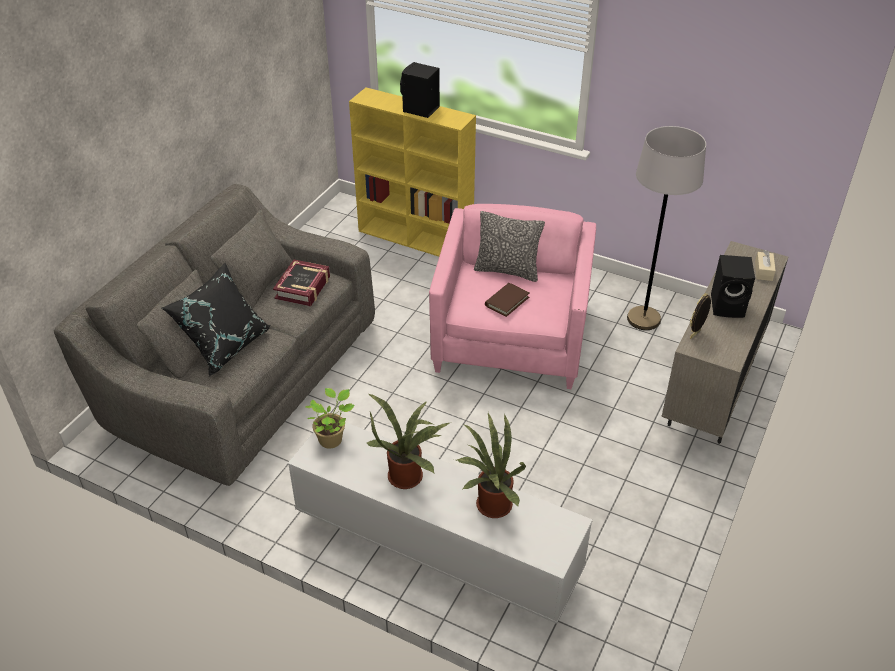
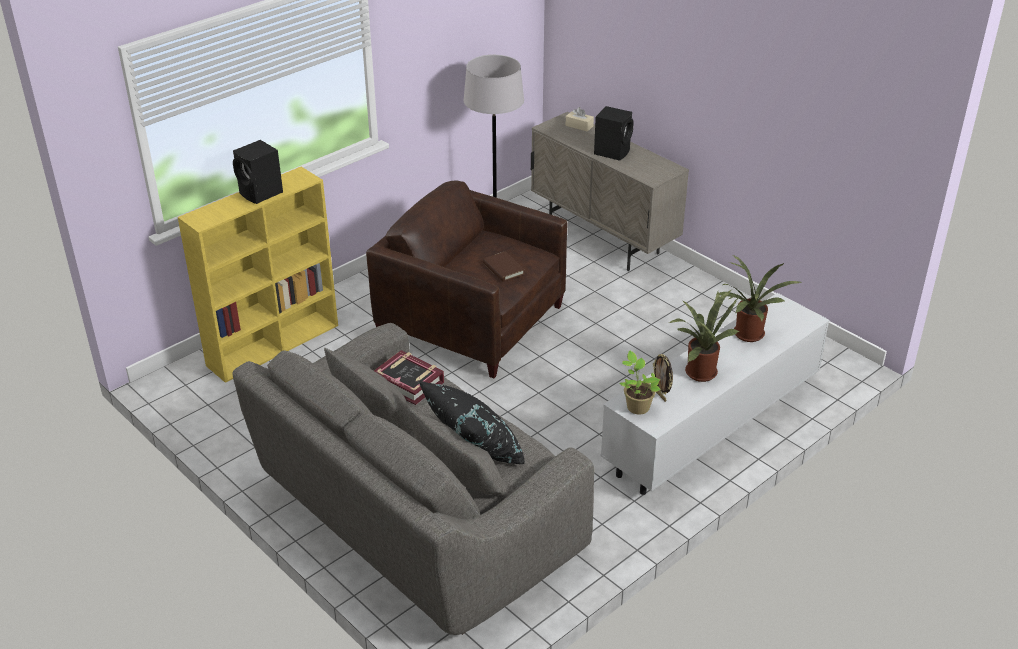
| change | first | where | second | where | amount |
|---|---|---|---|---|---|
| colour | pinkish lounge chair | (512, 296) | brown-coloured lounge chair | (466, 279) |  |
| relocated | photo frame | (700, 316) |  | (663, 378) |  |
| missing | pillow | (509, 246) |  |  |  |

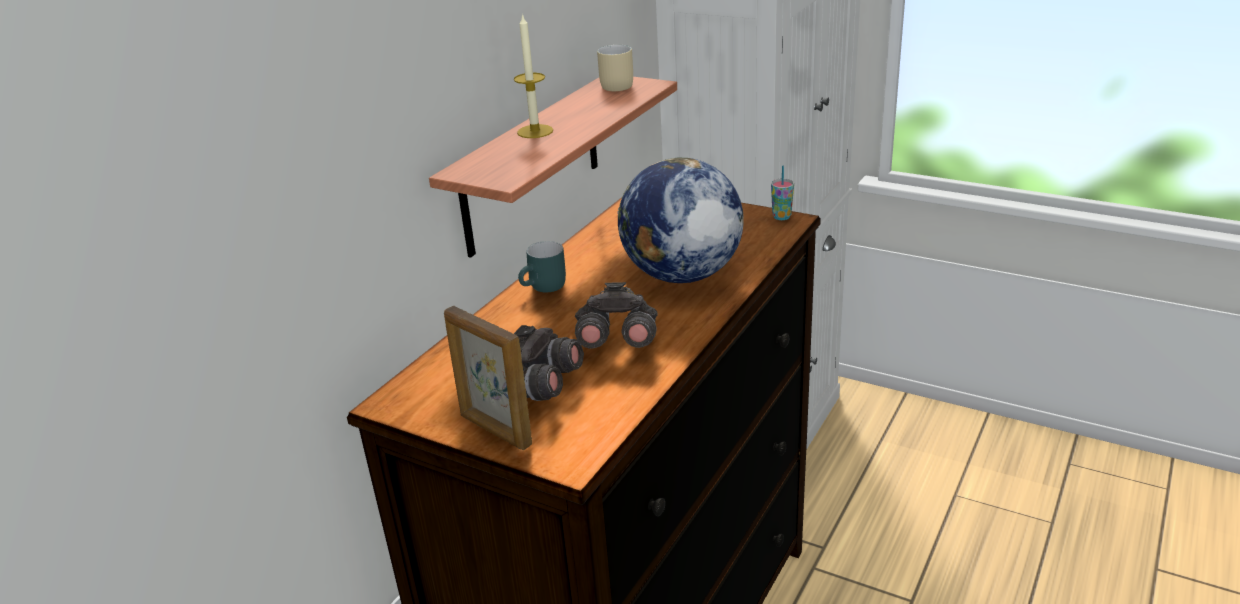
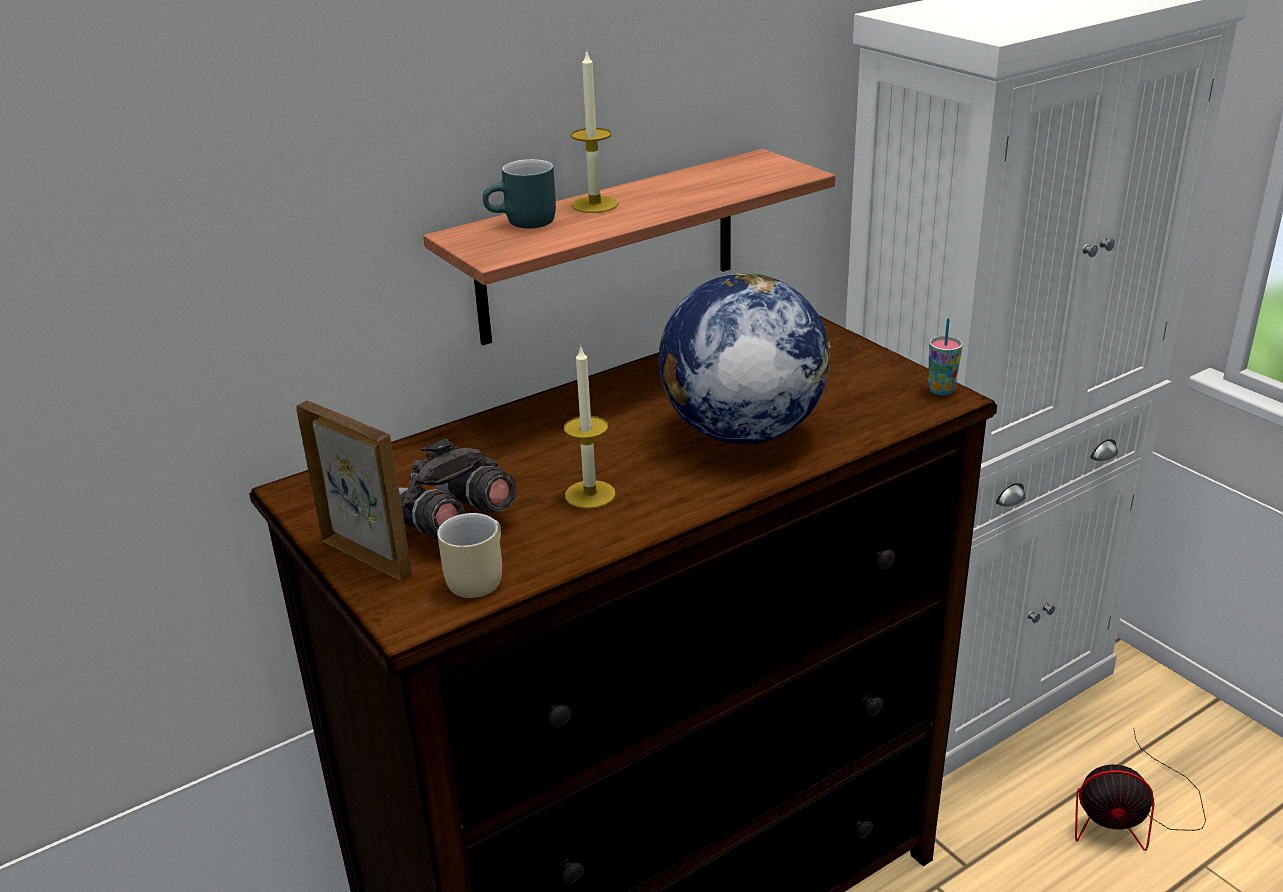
| change | first | where | second | where | amount |
|---|---|---|---|---|---|
| spun | photo frame | (488, 378) |  | (354, 490) | 150 degrees clockwise |
| relocated | beige-coloured coffee mug | (615, 68) |  | (469, 555) |  |
| relocated | turquoise-coloured coffee mug | (542, 266) |  | (519, 193) |  |
| exchanged | greyish binoculars | (616, 315) | wax candle | (590, 427) |  |
| appeared |  |  | cooling fan | (1140, 789) |  |

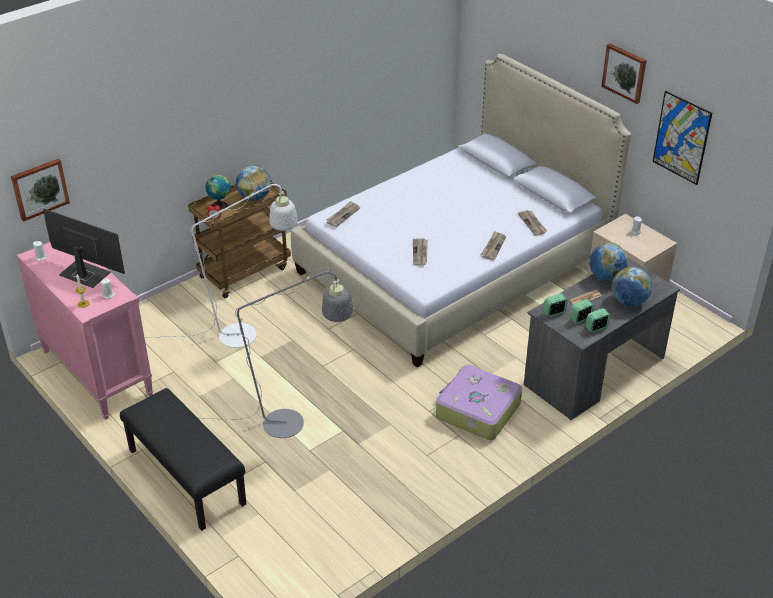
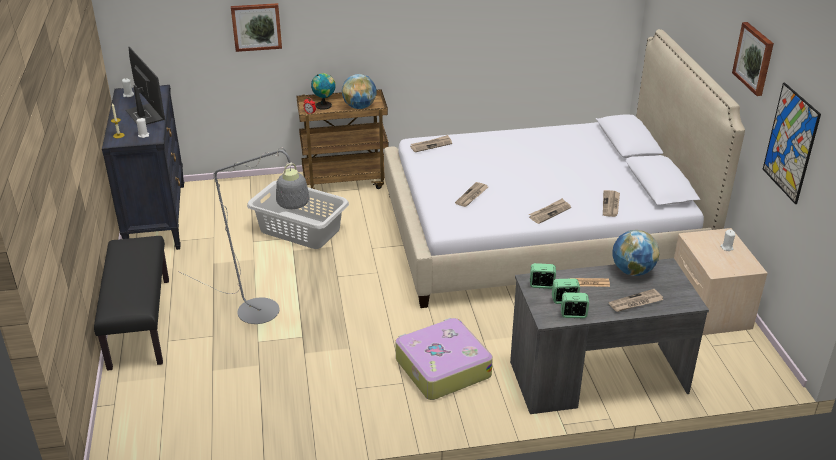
| change | first | where | second | where | amount |
|---|---|---|---|---|---|
| colour | pinkish drawer chest | (85, 331) | blackish drawer chest | (143, 167) |  |
| relocated | picture | (40, 190) |  | (256, 27) |  |
| exchanged | whitish standing lamp | (221, 265) | greyish hamper | (298, 214) |  |
| exchanged | desk globe | (632, 287) | printed paper | (636, 300) |  |

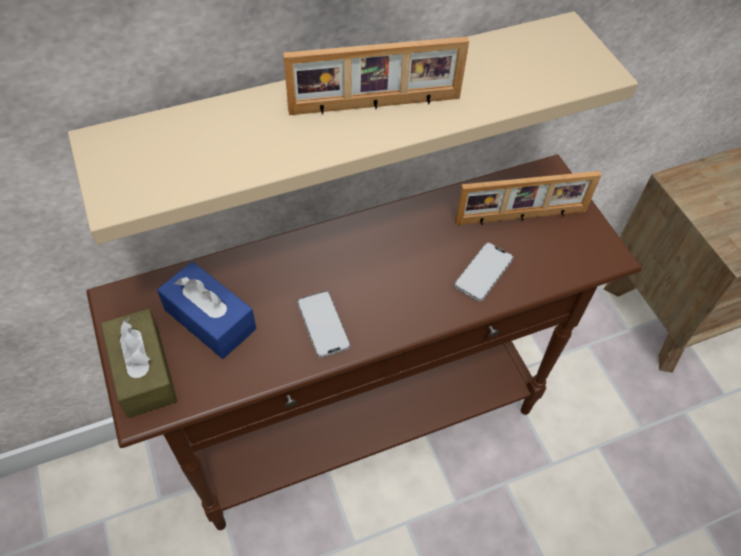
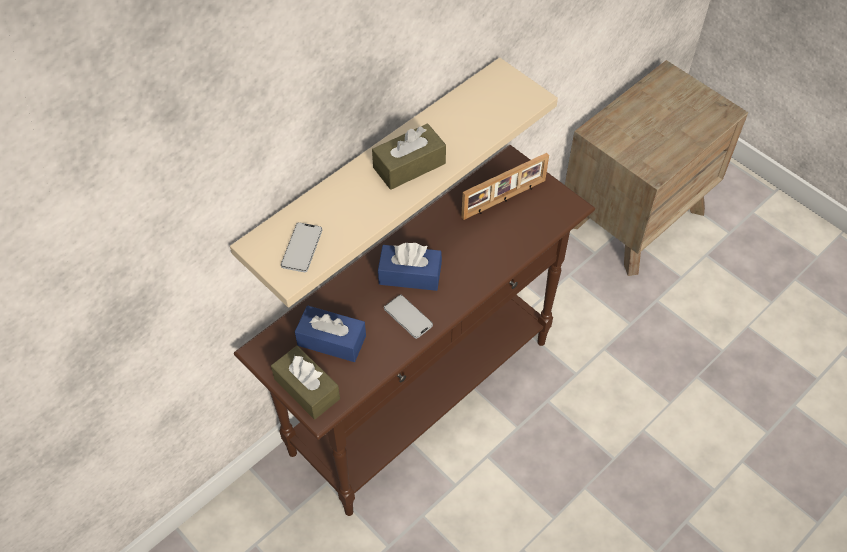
| change | first | where | second | where | amount |
|---|---|---|---|---|---|
| relocated | telephone | (483, 272) |  | (301, 247) |  |
| exchanged | photo frame | (376, 76) | brown-coloured tissue holder | (409, 156) |  |
| appeared |  |  | bluish tissue holder | (410, 267) |  |

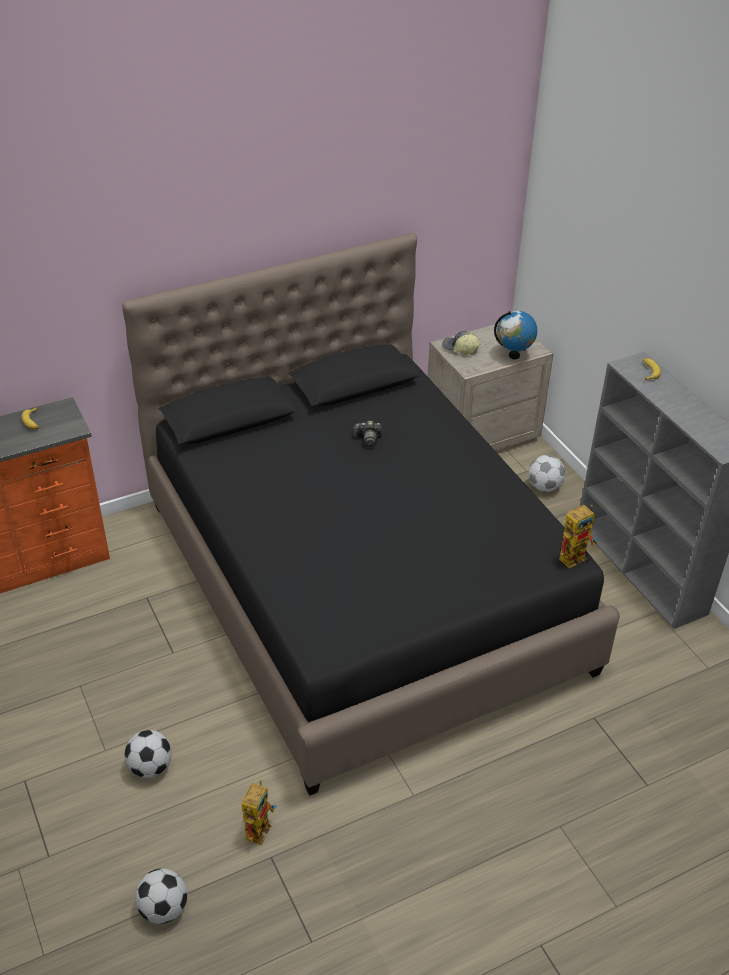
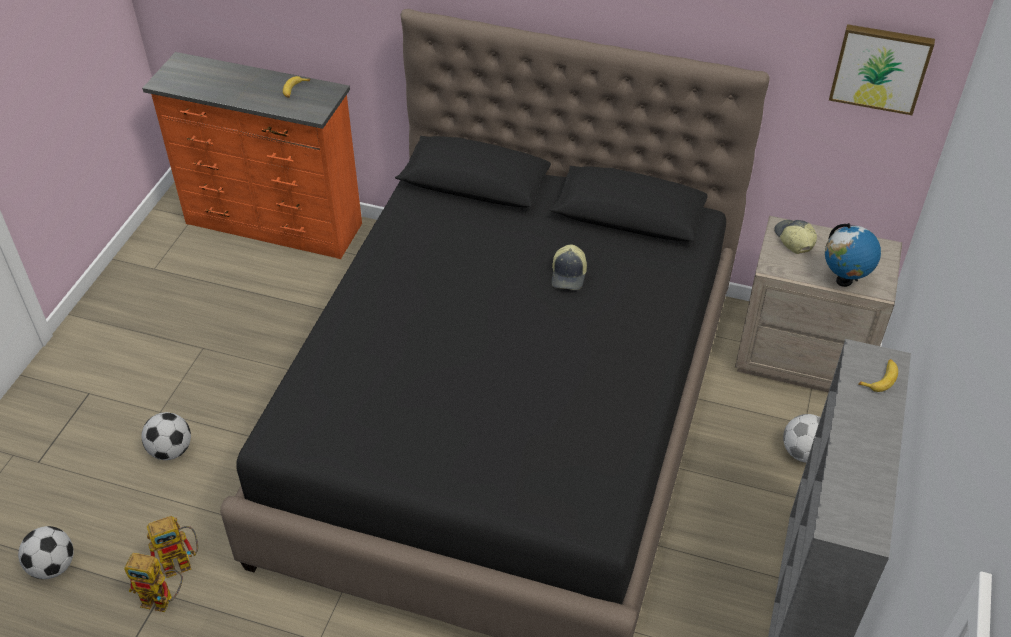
| change | first | where | second | where | amount |
|---|---|---|---|---|---|
| relocated | model robot | (578, 536) |  | (153, 582) |  |
| exchanged | photo camera | (367, 434) | baseball cap | (569, 267) |  |
| appeared |  |  | picture | (882, 69) |  |

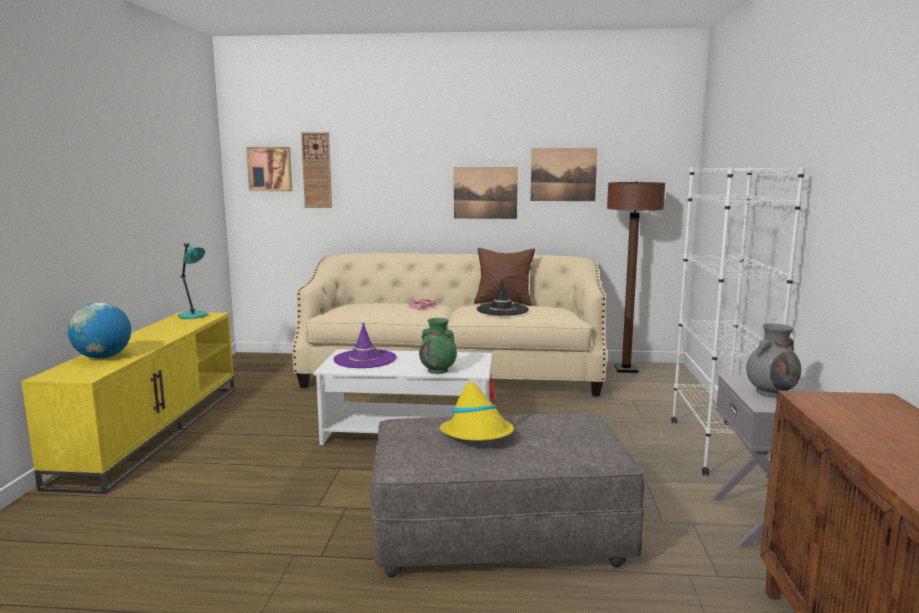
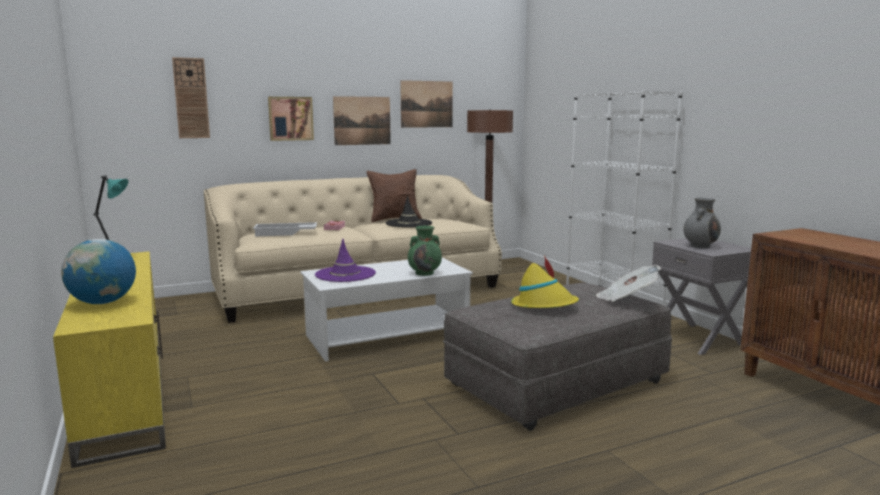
| change | first | where | second | where | amount |
|---|---|---|---|---|---|
| appeared |  |  | whitish tray | (285, 229) |  |
| relocated | picture | (269, 169) |  | (291, 119) |  |
| appeared |  |  | printed paper | (628, 283) |  |

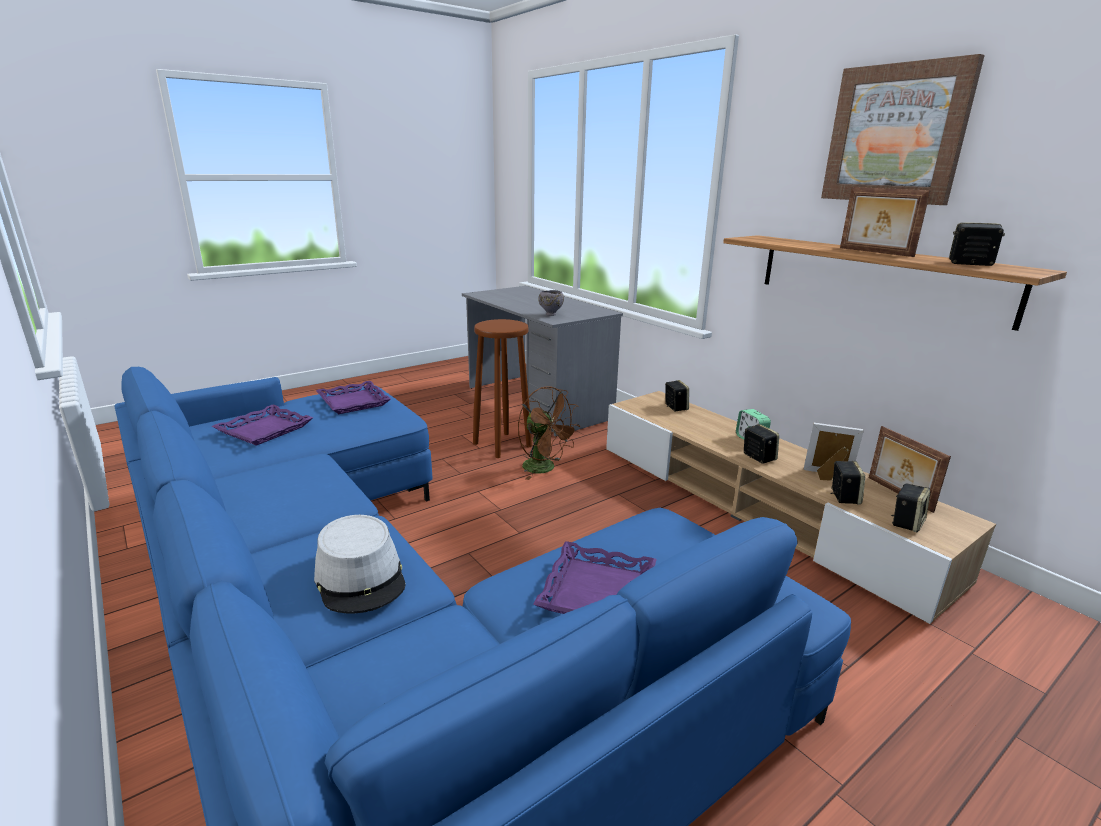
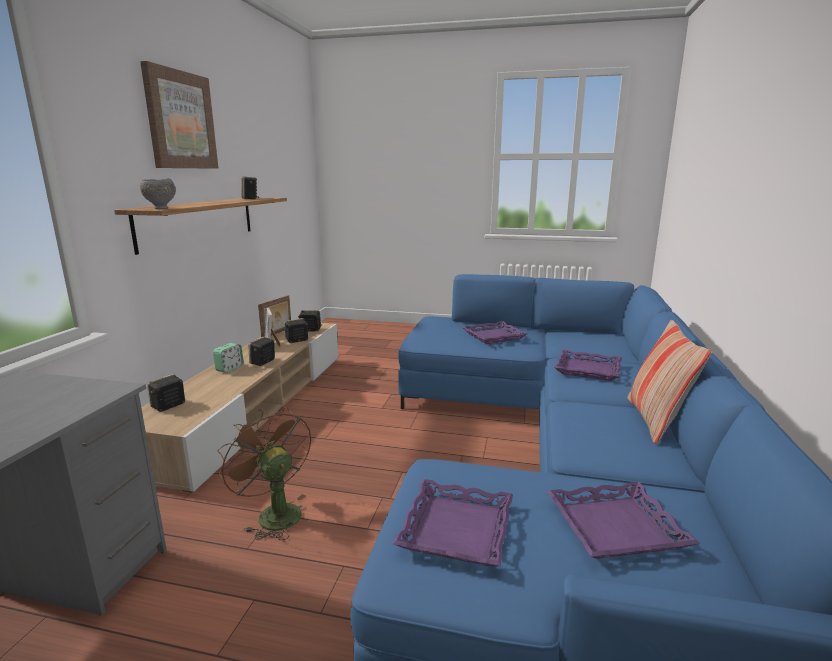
| change | first | where | second | where | amount |
|---|---|---|---|---|---|
| relocated | greyish bowl | (551, 303) |  | (158, 193) |  |
| spun | brown-coloured cooling fan | (549, 433) |  | (264, 474) | 45 degrees counterclockwise |
| exchanged | greyish clothing hat | (360, 564) | purplish tray | (588, 365) |  |
| appeared |  |  | pillow | (669, 382) |  |
| missing | brown-coloured stool seat | (502, 388) |  |  |  |
| missing | photo frame | (885, 222) |  |  |  |

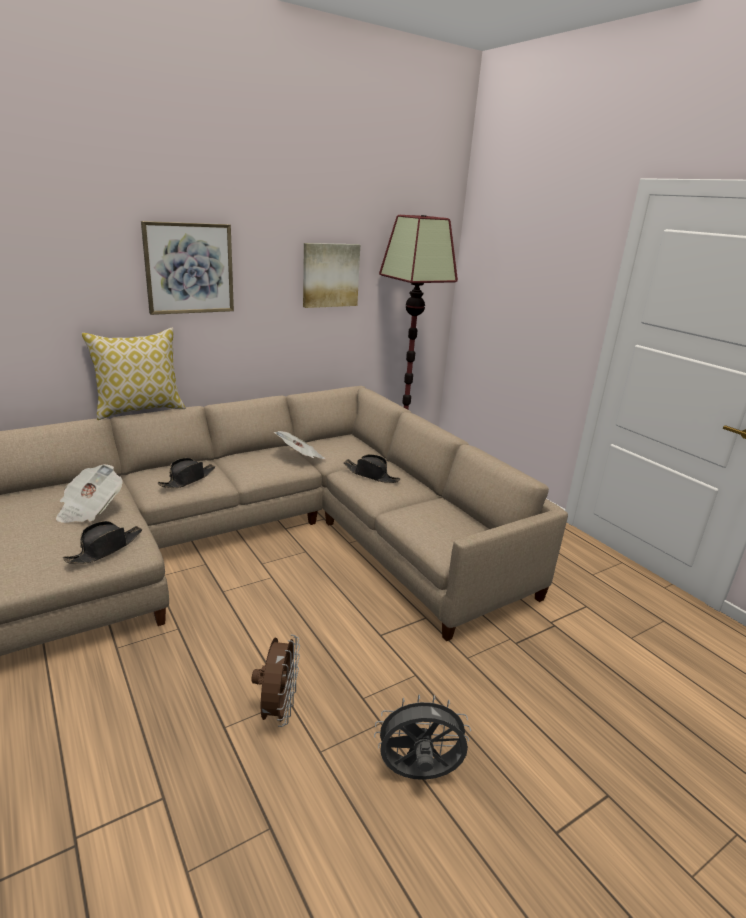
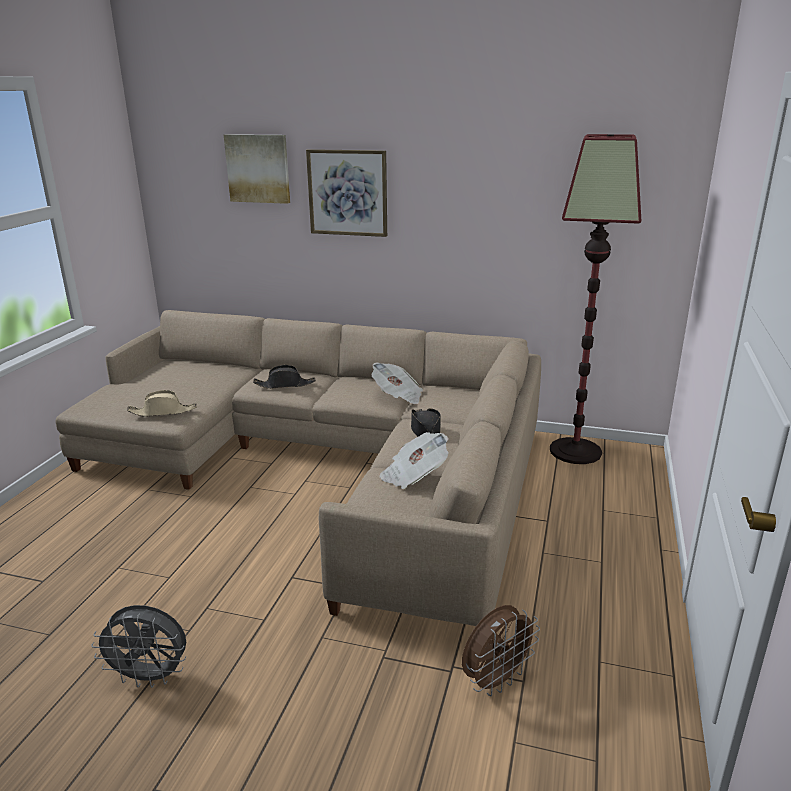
| change | first | where | second | where | amount |
|---|---|---|---|---|---|
| spun | greyish cooling fan | (422, 737) |  | (139, 646) | 135 degrees clockwise |
| colour | blackish clothing hat | (102, 542) | beige-coloured clothing hat | (162, 403) |  |
| relocated | picture | (331, 275) |  | (257, 169) |  |
| relocated | printed paper | (89, 493) |  | (414, 460) |  |
| relocated | brown-coloured cooling fan | (275, 681) |  | (501, 650) |  |
| missing | pillow | (133, 374) |  |  |  |

